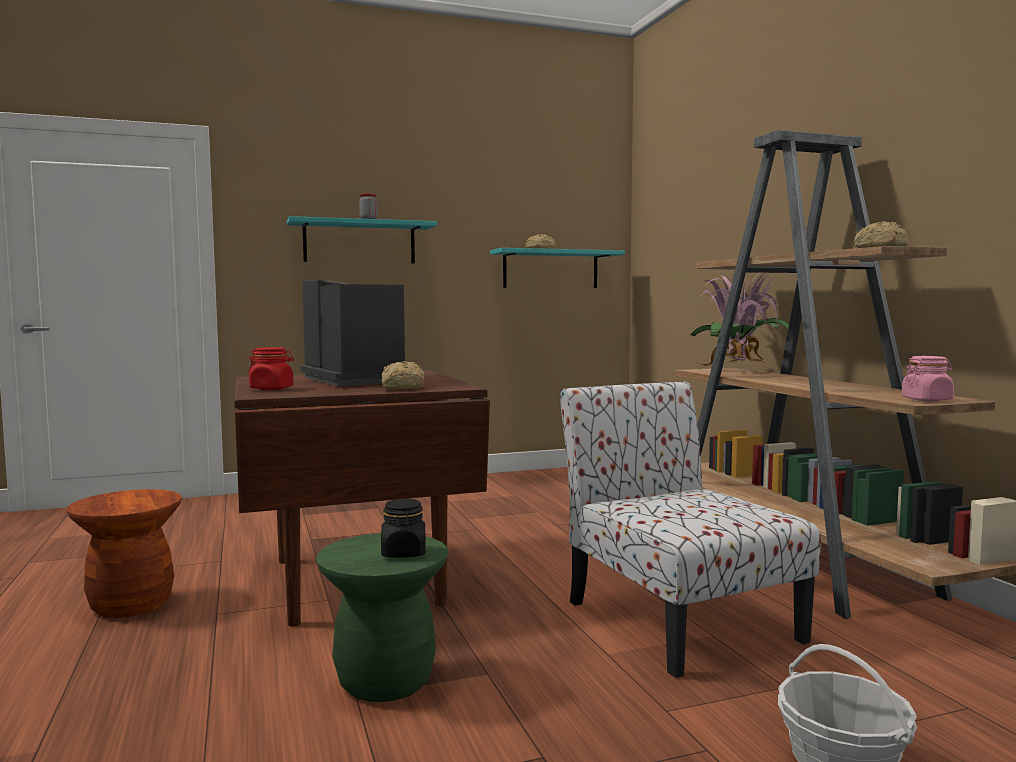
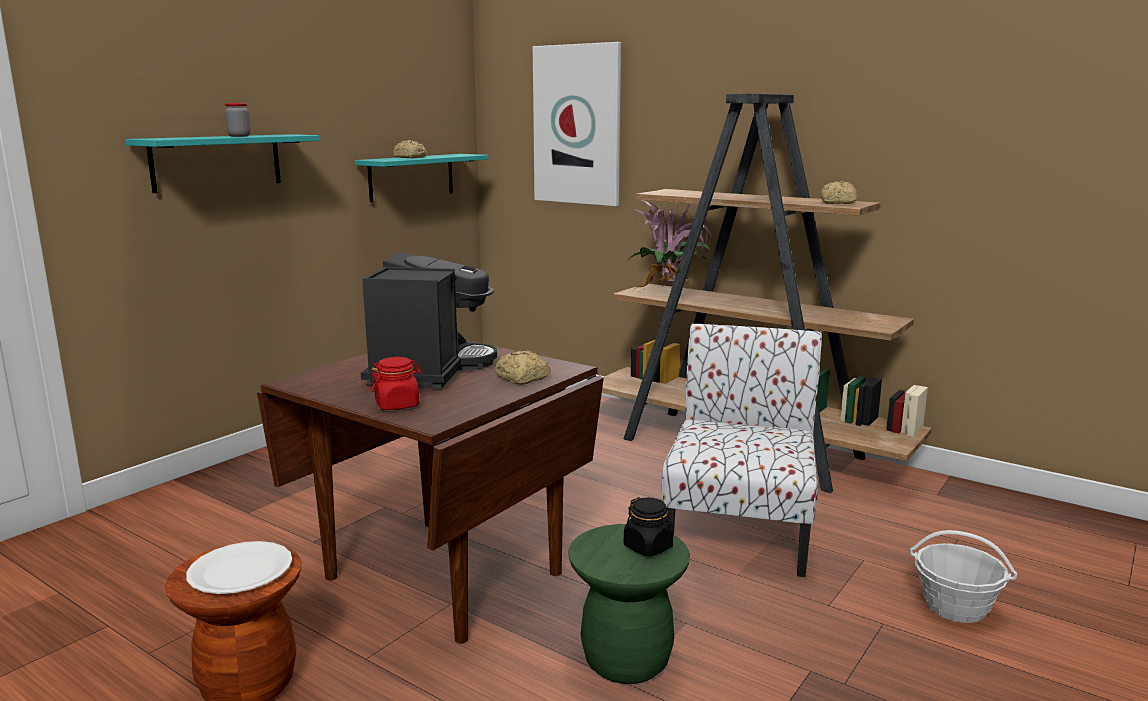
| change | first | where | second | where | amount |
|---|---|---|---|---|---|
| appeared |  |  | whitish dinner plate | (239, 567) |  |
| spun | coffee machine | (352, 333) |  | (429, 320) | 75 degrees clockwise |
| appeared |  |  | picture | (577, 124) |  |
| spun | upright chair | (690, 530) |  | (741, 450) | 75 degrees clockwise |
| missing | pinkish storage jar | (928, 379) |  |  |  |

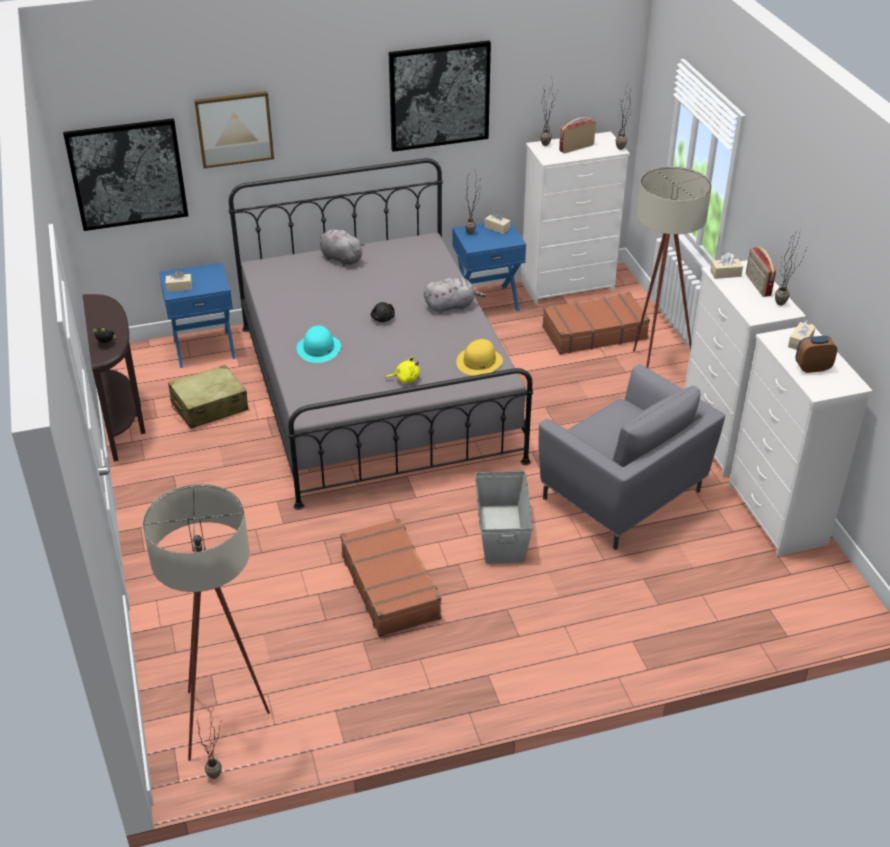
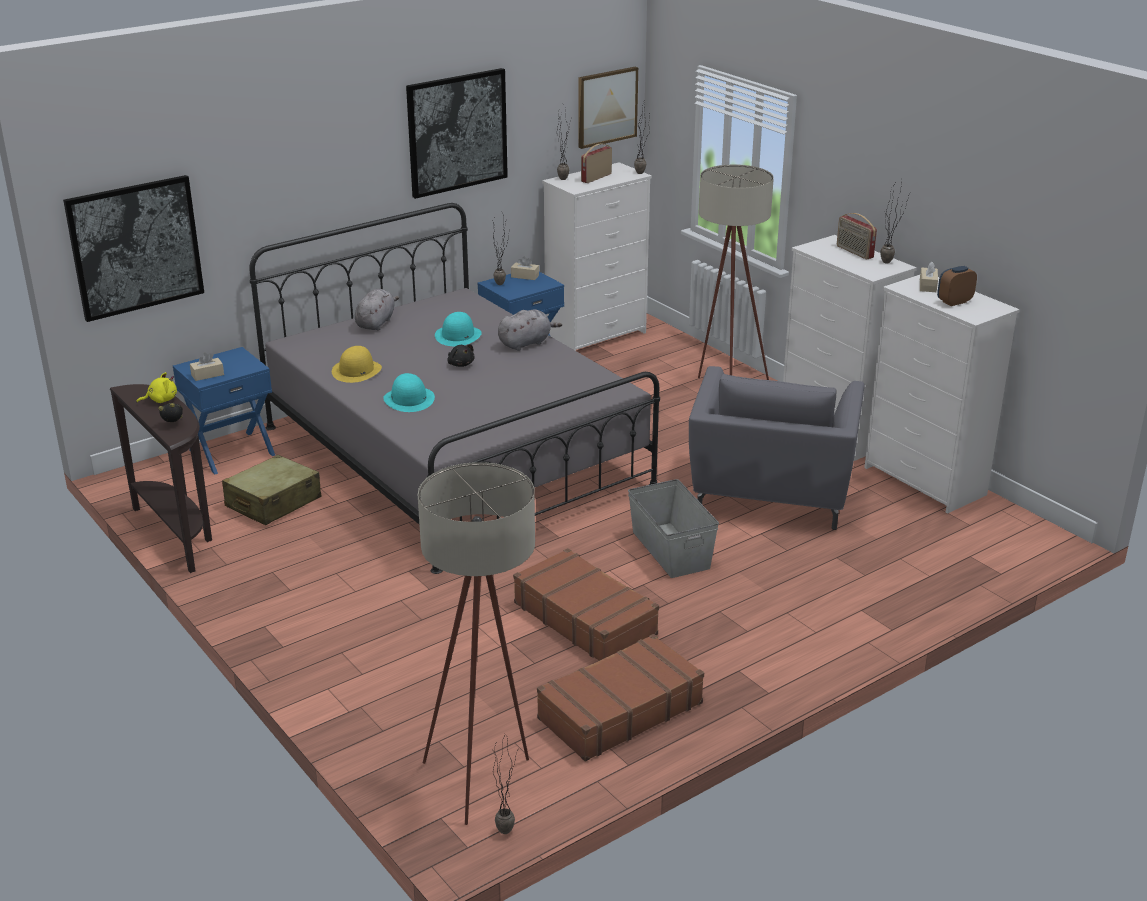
| change | first | where | second | where | amount |
|---|---|---|---|---|---|
| relocated | yellowish cuddly toy | (402, 369) |  | (156, 387) |  |
| relocated | yellowish clothing hat | (479, 357) |  | (357, 364) |  |
| spun | greyish cuddly toy | (342, 247) |  | (377, 309) | 90 degrees clockwise |
| appeared |  |  | turquoise-coloured clothing hat | (458, 329) |  |
| relocated | brown-coloured suitcase | (596, 323) |  | (620, 697) |  |
| relocated | picture | (234, 130) |  | (608, 108) |  |
| spun | greyish lounge chair | (632, 457) |  | (776, 448) | 75 degrees clockwise |
| missing | beige-coloured tissue holder | (726, 266) |  |  |  |

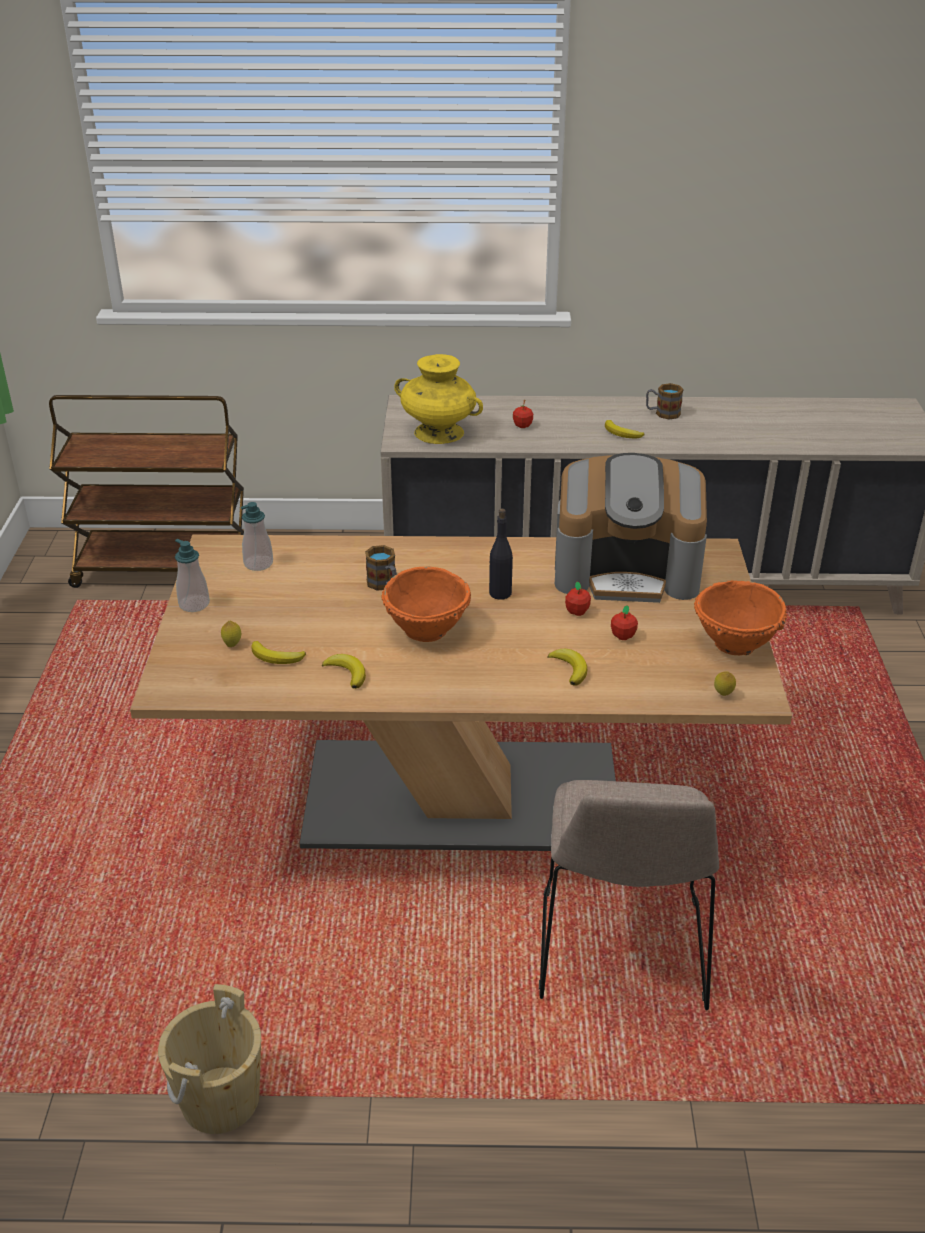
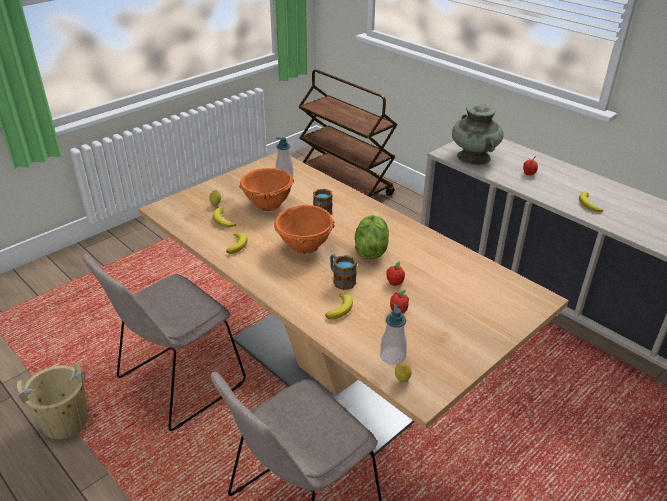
| change | first | where | second | where | amount |
|---|---|---|---|---|---|
| appeared |  |  | beige-coloured upright chair | (164, 342) |  |
| relocated | orange-coloured bowl | (740, 617) |  | (266, 189) |  |
| relocated | coffee mug | (665, 401) |  | (343, 272) |  |
| exchanged | blackish drink bottle | (501, 554) | head of lettuce | (372, 237) |  |
| relocated | soap bottle | (192, 575) |  | (393, 334) |  |
| colour | yellowish flower vase | (438, 399) | turquoise-coloured flower vase | (478, 134) |  |
| missing | coffee machine | (631, 528) |  |  |  |

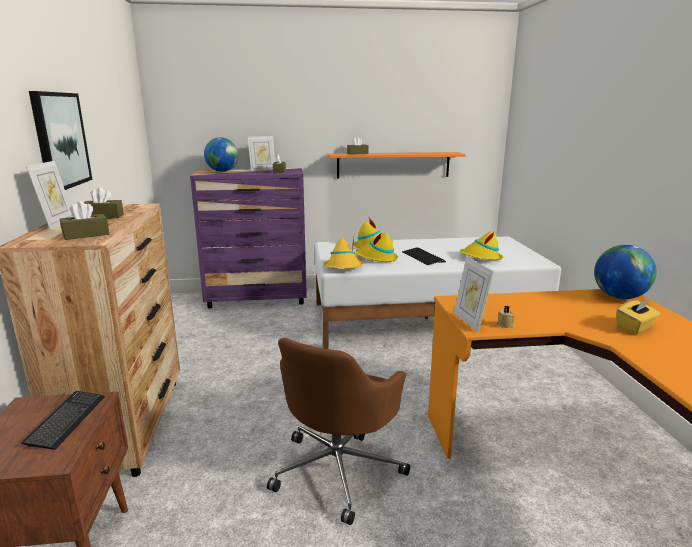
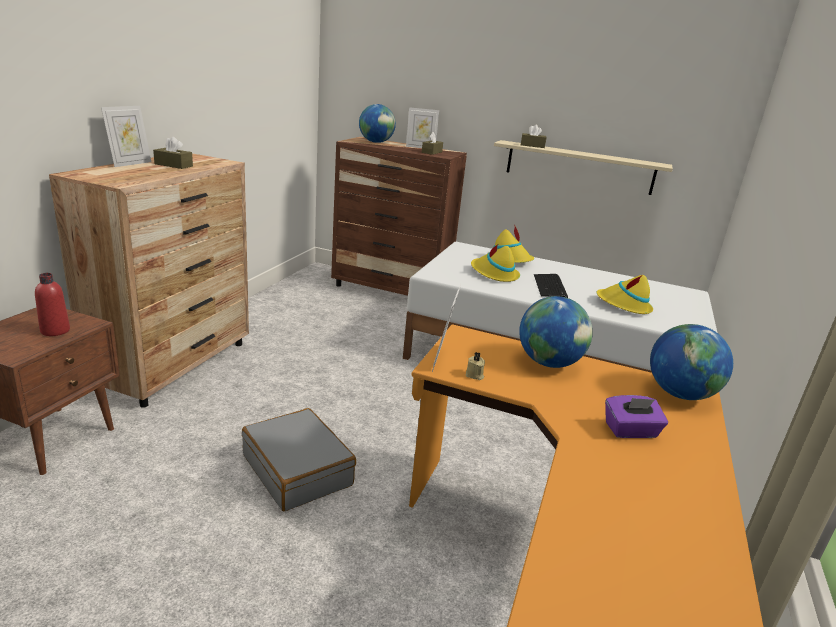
| change | first | where | second | where | amount |
|---|---|---|---|---|---|
| exchanged | PC keyboard | (63, 420) | red-coloured drink bottle | (52, 304) |  |
| exchanged | brown-coloured computer chair | (338, 431) | greyish suitcase | (299, 459) |  |
| colour | purplish drawer chest | (248, 238) | brown-coloured drawer chest | (399, 216) |  |
| colour | orange-coloured bracket shelf | (397, 165) | beige-coloured bracket shelf | (583, 167) |  |
| appeared |  |  | desk globe | (556, 332) |  |
| colour | yellowish tissue holder | (638, 316) | purplish tissue holder | (636, 416) |  |
| missing | picture | (60, 140) |  |  |  |
| missing | brown-coloured tissue holder | (84, 220) |  |  |  |
| missing | yellowish clothing hat | (343, 253) |  |  |  |

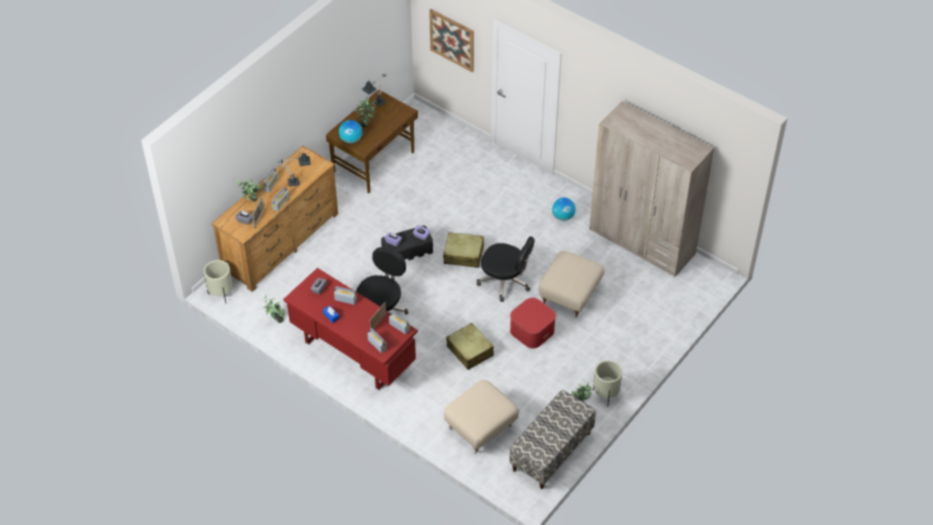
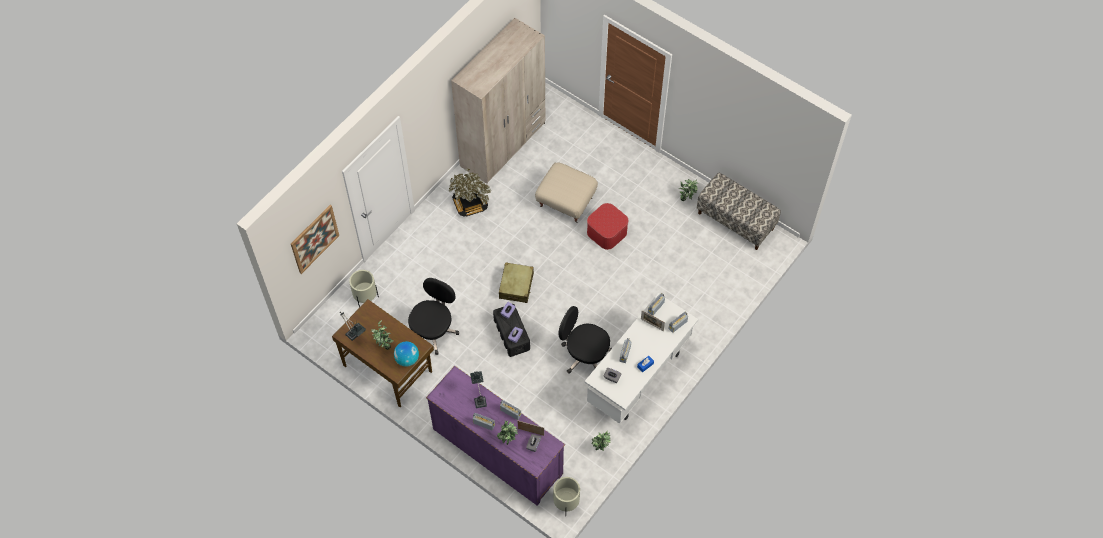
| change | first | where | second | where | amount |
|---|---|---|---|---|---|
| relocated | beige-coloured planter | (607, 383) |  | (364, 289) |  |
| relocated | blackish computer chair | (506, 269) |  | (433, 316) |  |
| colour | brown-coloured drawer chest | (275, 219) | purplish drawer chest | (495, 436) |  |
| exchanged | desk globe | (564, 209) | plant in a pot | (470, 192) |  |
| colour | red-coloured desk unit | (350, 329) | whitish desk unit | (641, 358) |  |
| missing | beige-coloured ottoman | (481, 417) |  |  |  |
| missing | beige-coloured suitcase | (470, 346) |  |  |  |

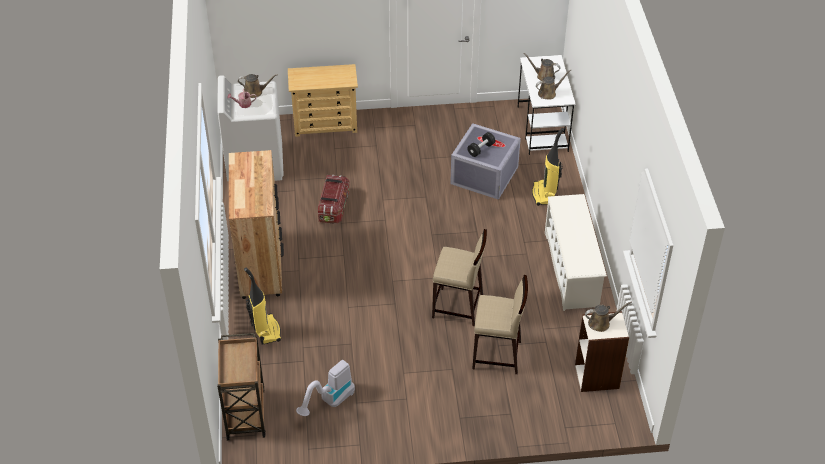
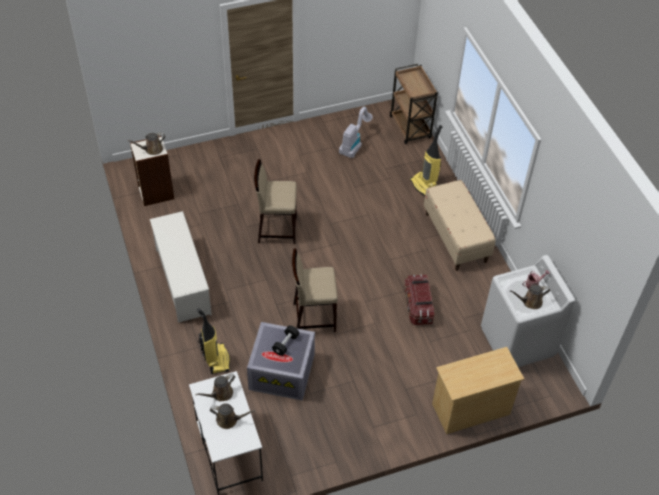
| change | first | where | second | where | amount |
|---|---|---|---|---|---|
| relocated | beige-coloured stool seat | (500, 324) |  | (315, 290) |  |
| exchanged | brown-coloured drawer chest | (256, 224) | beige-coloured bench | (460, 225) |  |

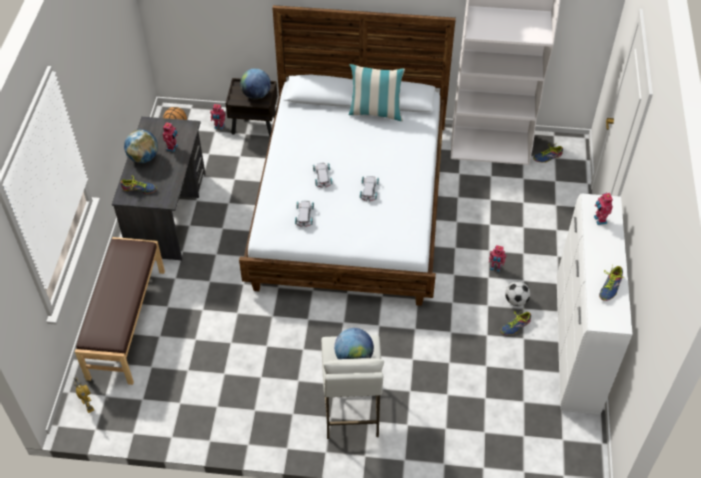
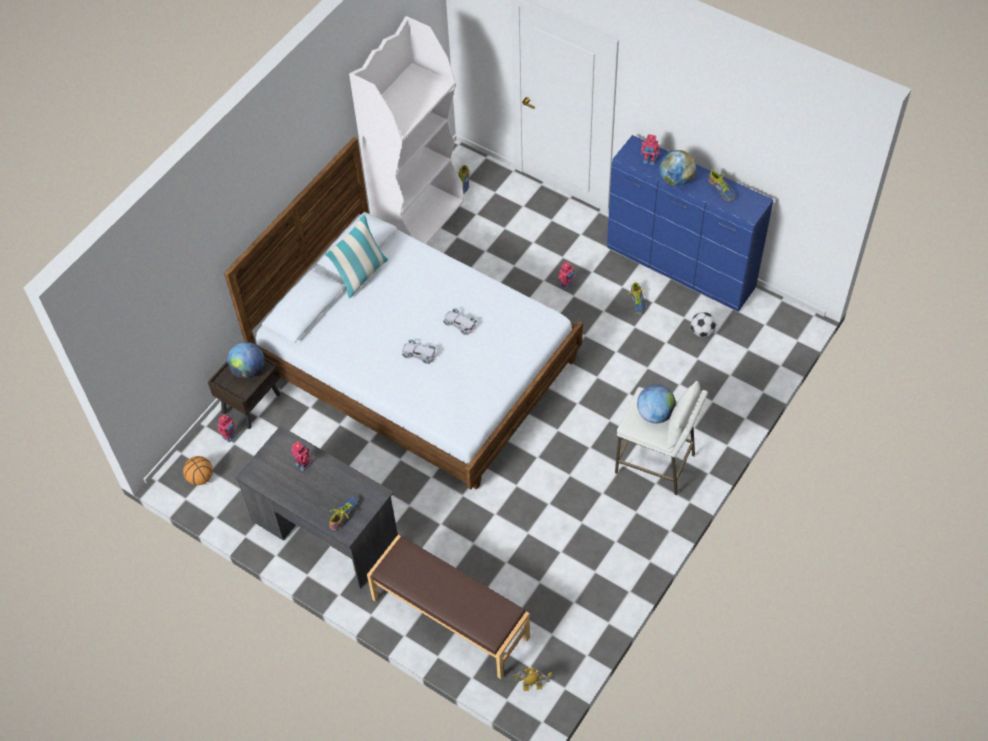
| change | first | where | second | where | amount |
|---|---|---|---|---|---|
| colour | whitish drawer chest | (595, 303) | bluish drawer chest | (690, 223) |  |
| relocated | desk globe | (141, 146) |  | (677, 168) |  |
| relocated | football | (517, 293) |  | (703, 324) |  |
| missing | whitish model car | (304, 214) |  |  |  |

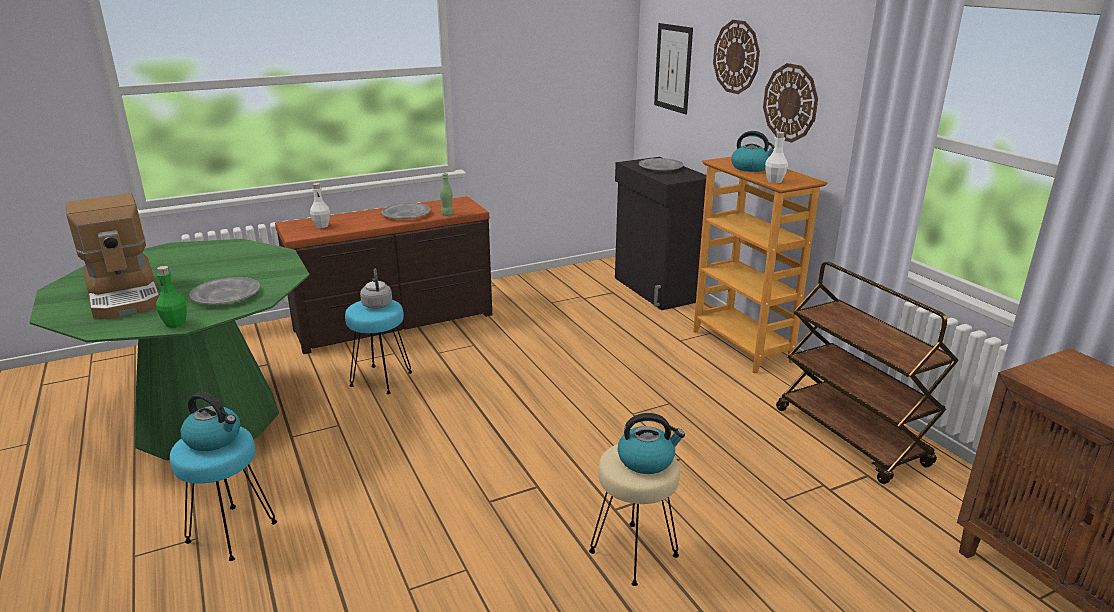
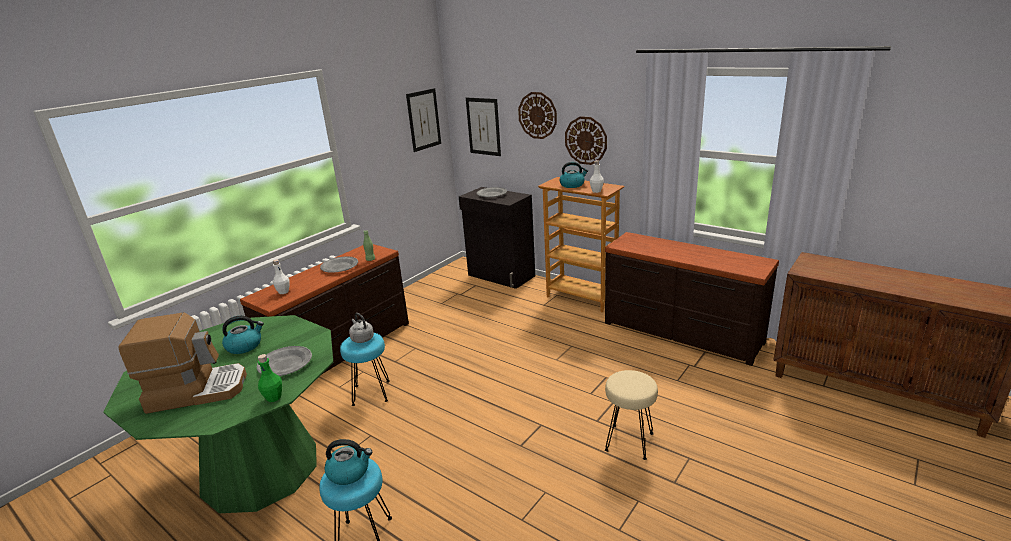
| change | first | where | second | where | amount |
|---|---|---|---|---|---|
| spun | coffee machine | (112, 256) |  | (182, 363) | 45 degrees counterclockwise |
| relocated | water kettle | (651, 443) |  | (243, 335) |  |
| appeared |  |  | picture | (423, 120) |  |
| exchanged | brown-coloured wheeled cart | (867, 373) | brown-coloured drawer chest | (692, 299) |  |

